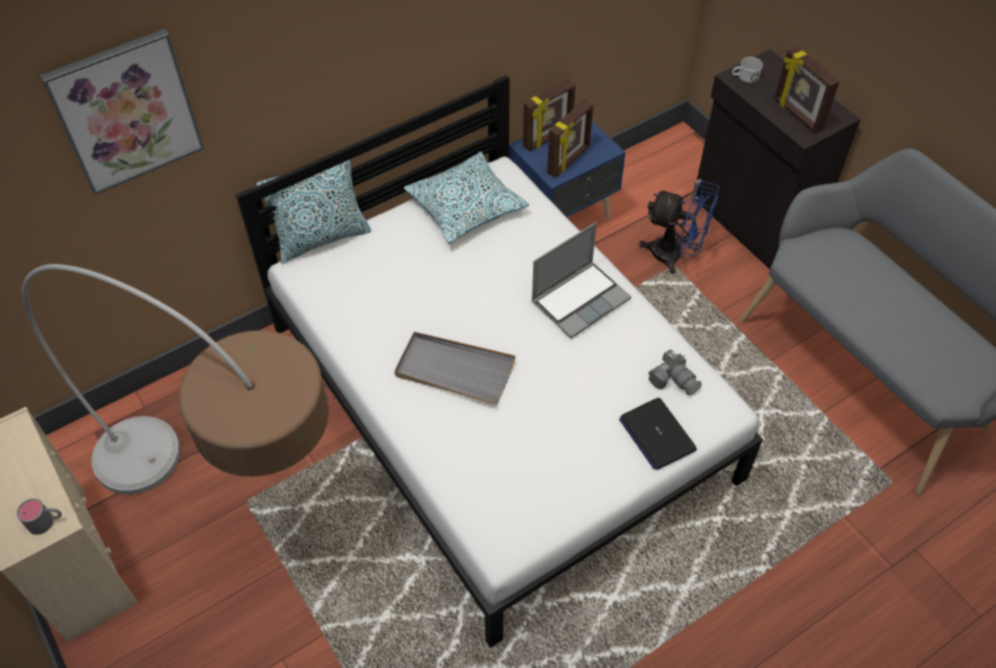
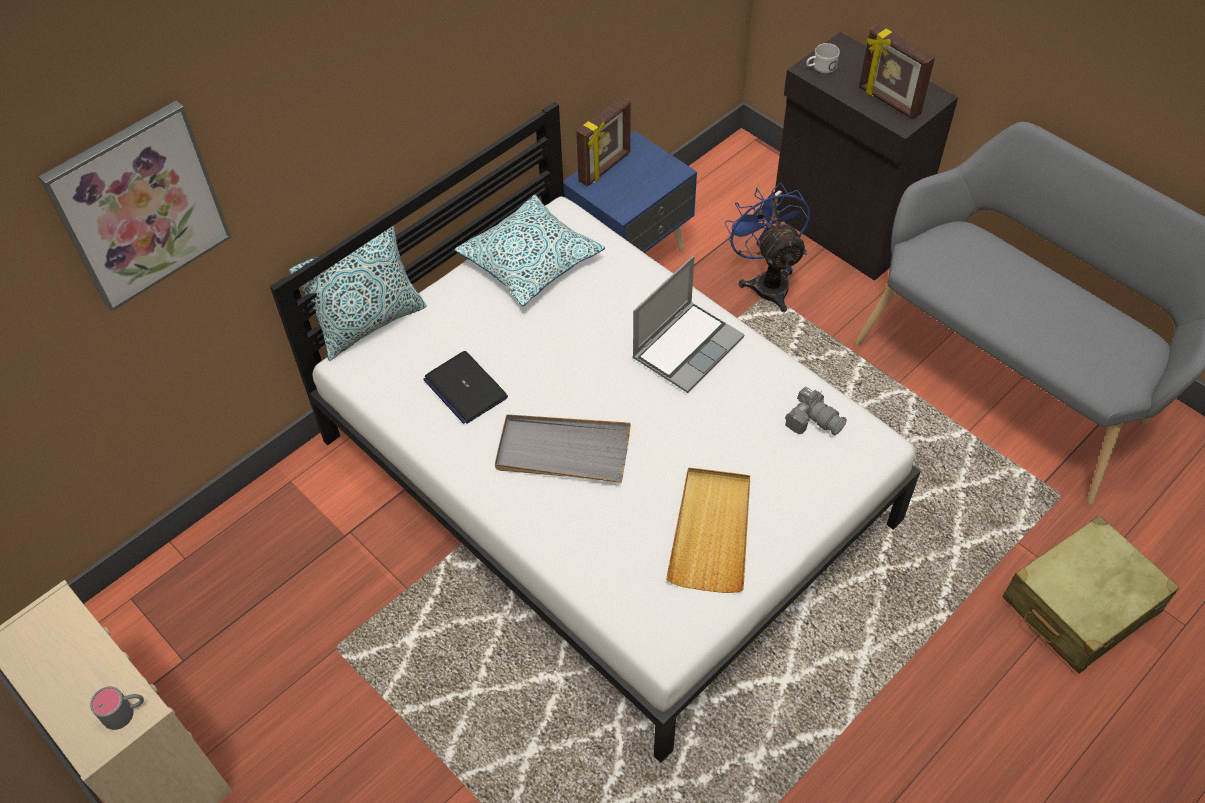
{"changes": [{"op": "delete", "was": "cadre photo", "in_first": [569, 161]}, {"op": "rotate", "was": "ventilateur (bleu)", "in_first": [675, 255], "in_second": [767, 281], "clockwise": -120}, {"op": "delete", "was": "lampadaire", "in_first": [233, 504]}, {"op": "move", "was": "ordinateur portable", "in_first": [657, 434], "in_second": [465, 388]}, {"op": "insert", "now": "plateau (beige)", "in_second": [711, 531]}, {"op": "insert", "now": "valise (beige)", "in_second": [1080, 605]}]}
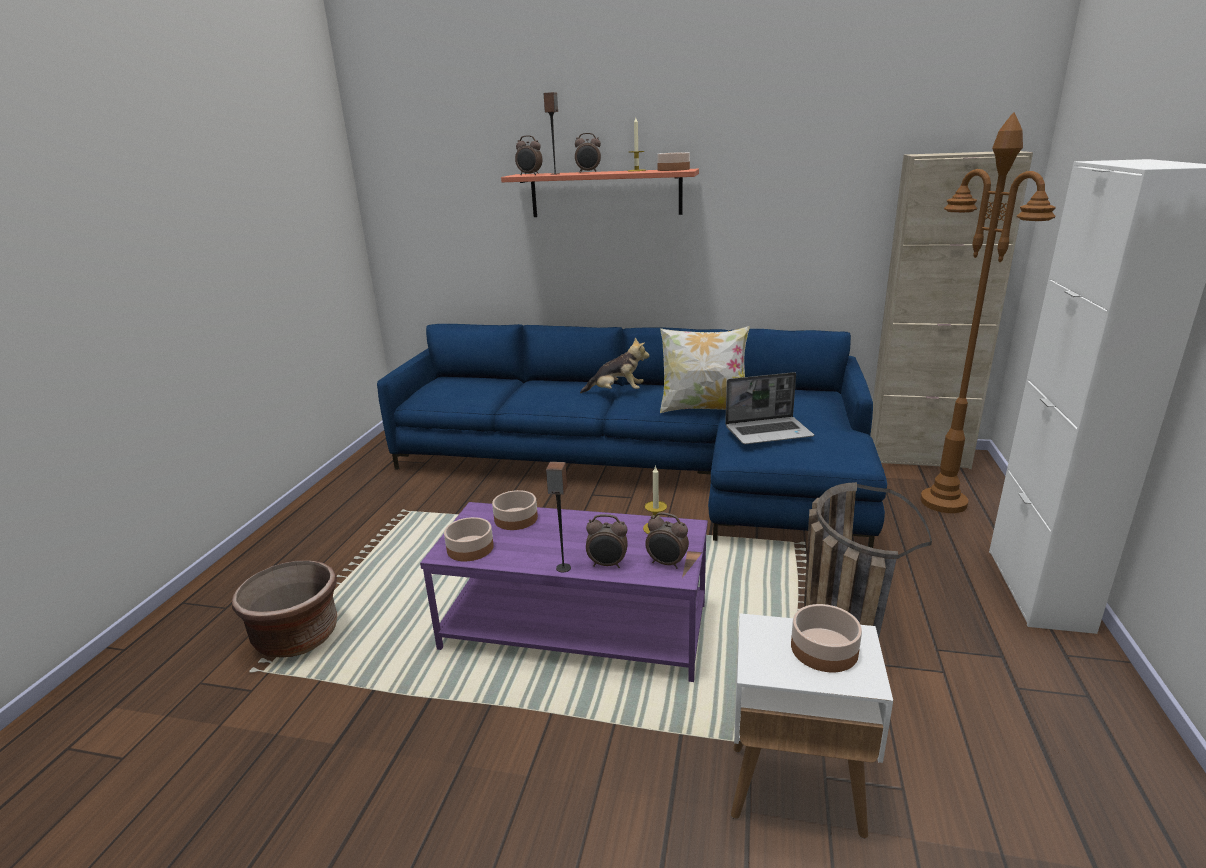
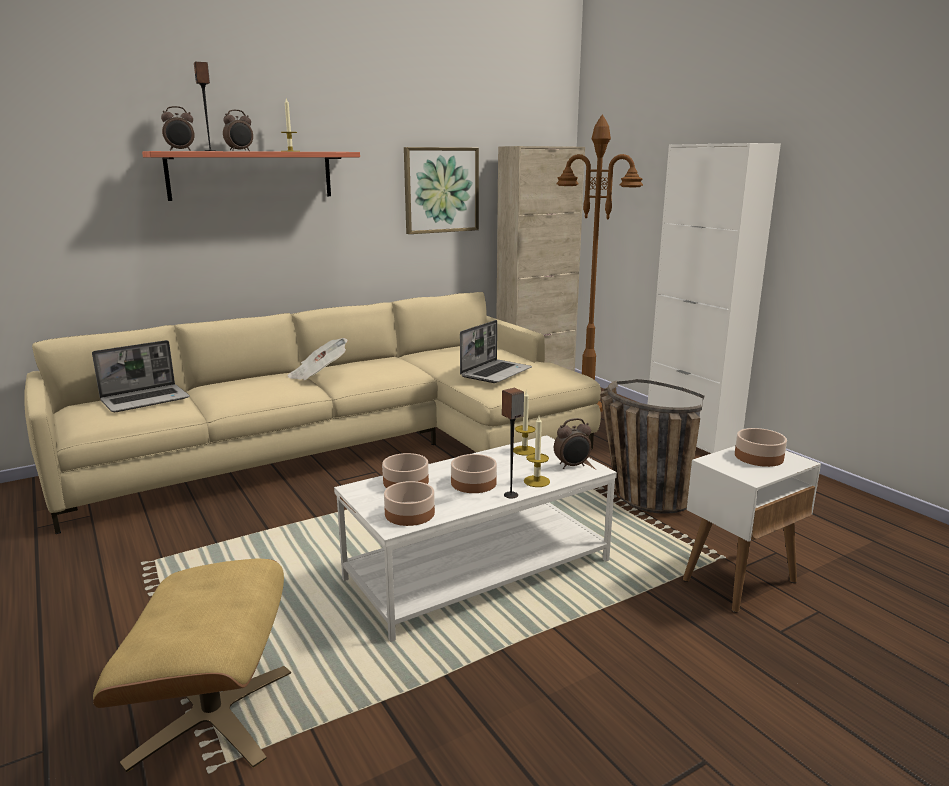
{"changes": [{"op": "move", "was": "bol", "in_first": [674, 169], "in_second": [474, 483]}, {"op": "recolor", "was": "canapé (bleu)", "now": "canapé (beige)", "in_first": [643, 467], "in_second": [350, 448]}, {"op": "delete", "was": "coussin", "in_first": [703, 408]}, {"op": "replace", "was": "peluche", "now": "journal", "in_first": [617, 392], "in_second": [318, 375]}, {"op": "recolor", "was": "table basse (violet)", "now": "table basse (blanc)", "in_first": [576, 626], "in_second": [479, 569]}, {"op": "replace", "was": "réveil", "now": "bougie", "in_first": [607, 565], "in_second": [536, 481]}, {"op": "replace", "was": "cache-pot (marron)", "now": "pouf (beige)", "in_first": [297, 637], "in_second": [213, 715]}, {"op": "insert", "now": "tableau", "in_second": [441, 190]}, {"op": "insert", "now": "ordinateur portable", "in_second": [146, 400]}]}
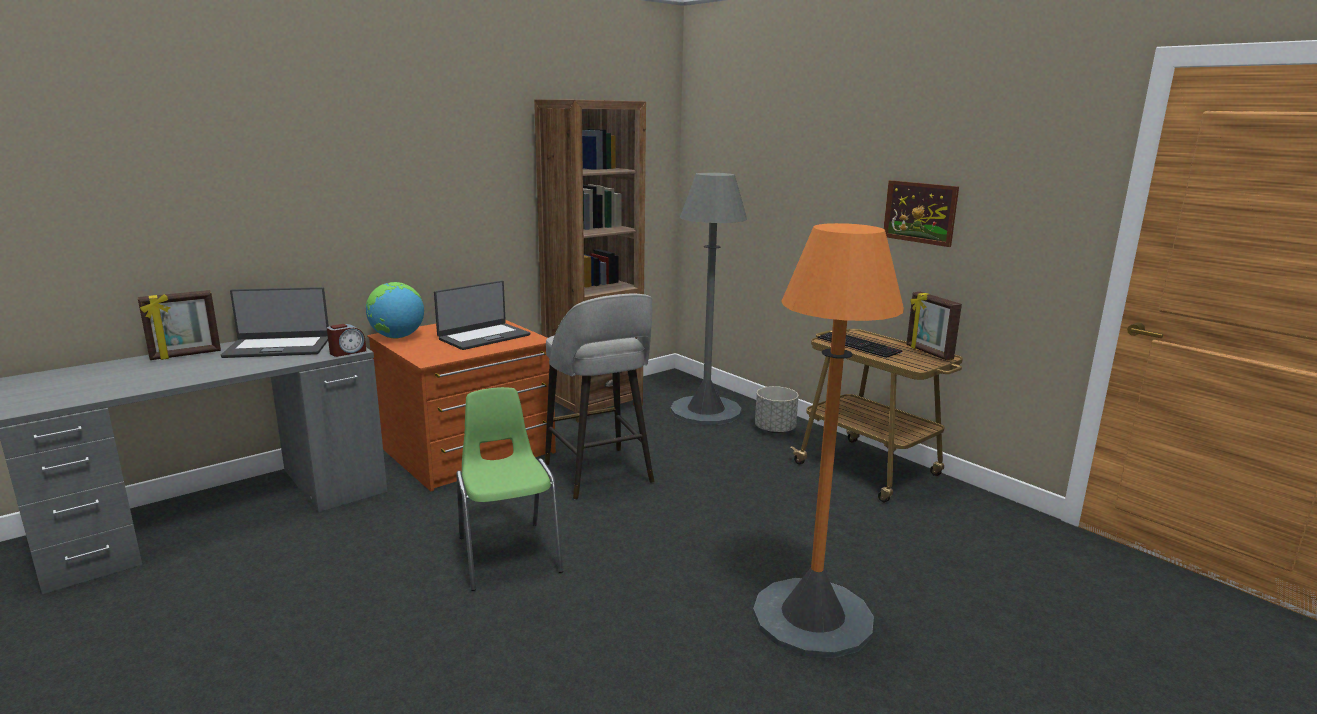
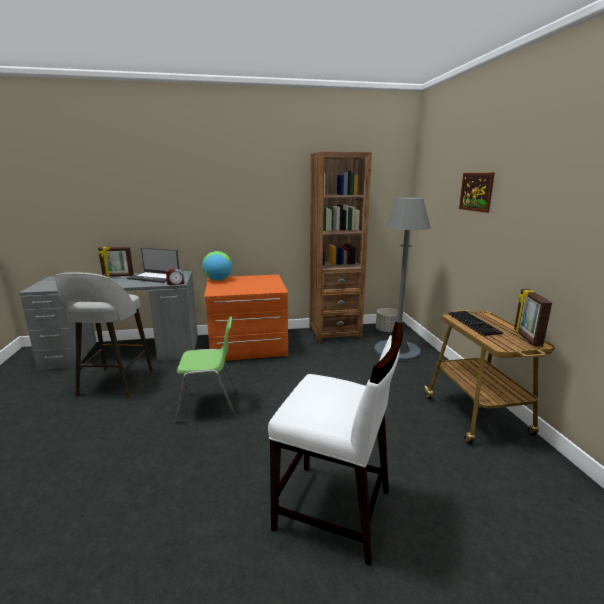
{"changes": [{"op": "move", "was": "tableau", "in_first": [920, 212], "in_second": [476, 192]}, {"op": "replace", "was": "lampadaire (orange)", "now": "chaise (blanc)", "in_first": [813, 617], "in_second": [334, 510]}, {"op": "delete", "was": "ordinateur portable", "in_first": [483, 337]}, {"op": "move", "was": "tabouret (gris)", "in_first": [599, 474], "in_second": [114, 384]}, {"op": "move", "was": "cache-pot (gris)", "in_first": [774, 429], "in_second": [386, 331]}, {"op": "rotate", "was": "chaise (vert)", "in_first": [508, 554], "in_second": [209, 406], "clockwise": 75}]}
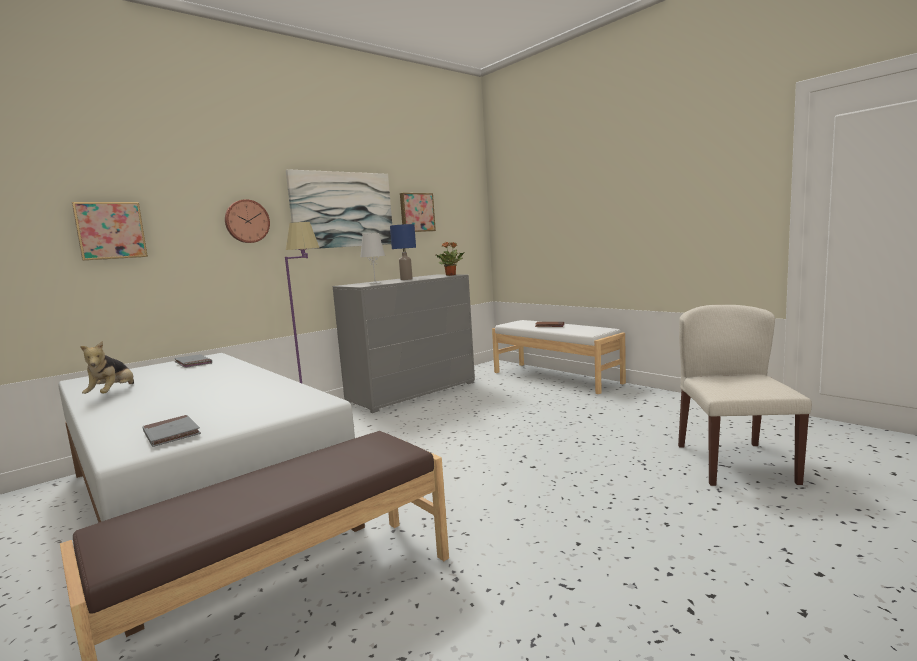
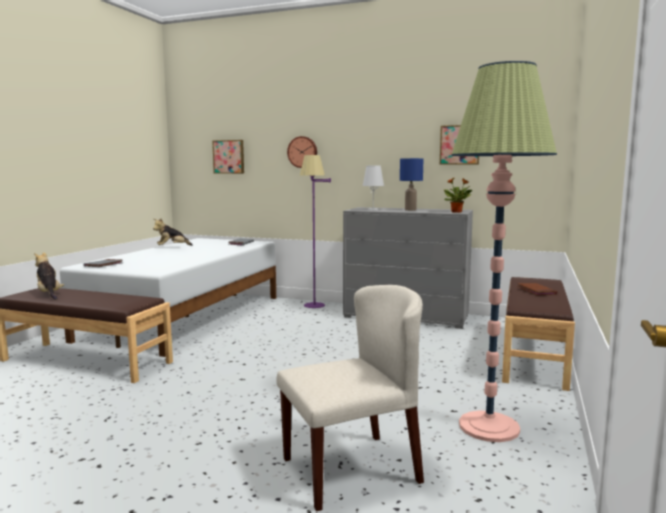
{"changes": [{"op": "delete", "was": "tableau", "in_first": [342, 210]}, {"op": "recolor", "was": "banc (blanc)", "now": "banc (marron)", "in_first": [556, 377], "in_second": [534, 355]}, {"op": "insert", "now": "lampadaire", "in_second": [489, 427]}, {"op": "insert", "now": "peluche", "in_second": [49, 294]}]}
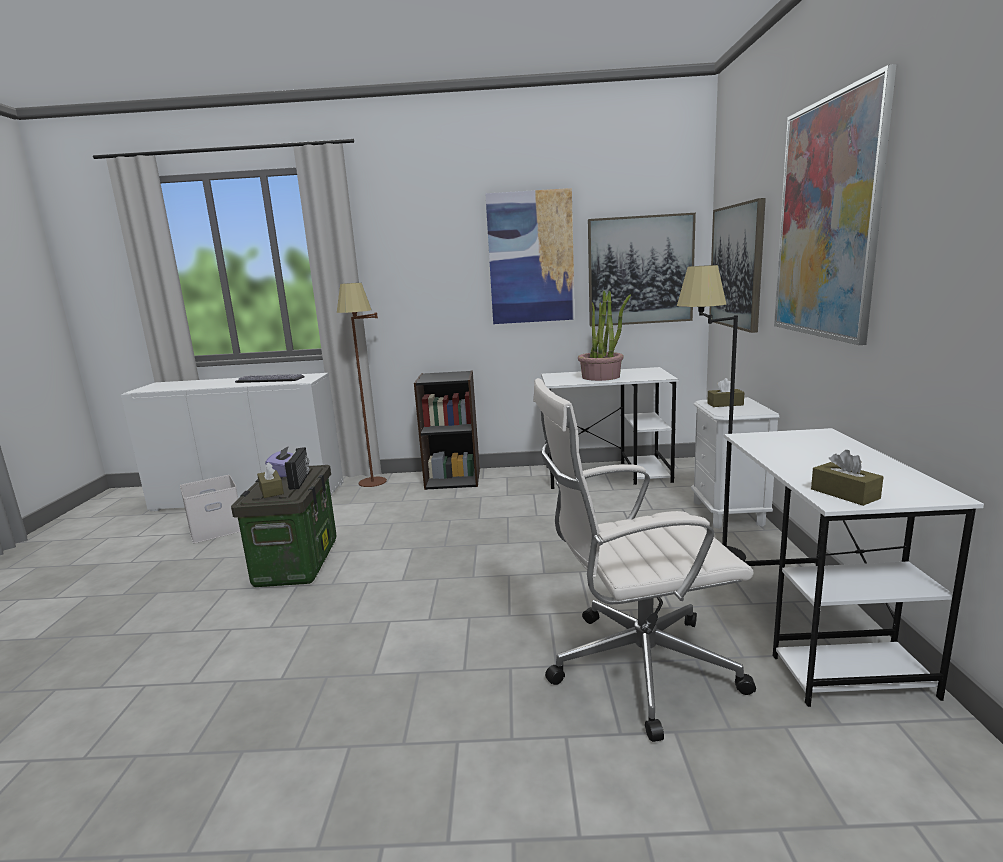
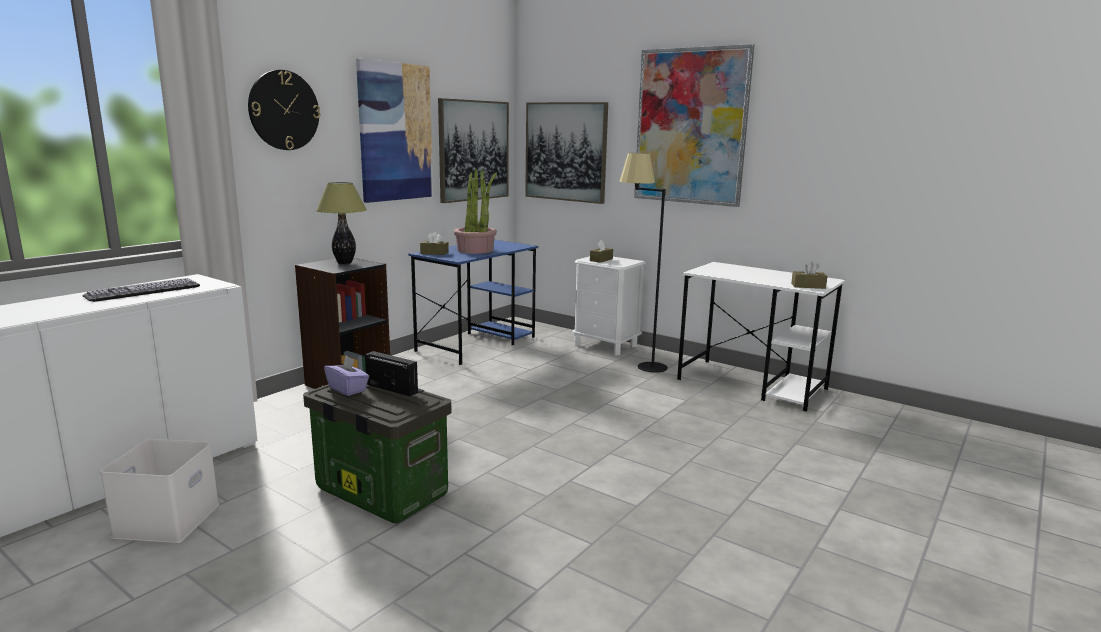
{"changes": [{"op": "delete", "was": "lampadaire (marron)", "in_first": [375, 485]}, {"op": "recolor", "was": "bureau (blanc)", "now": "bureau (bleu)", "in_first": [608, 474], "in_second": [477, 343]}, {"op": "delete", "was": "chaise de bureau (blanc)", "in_first": [637, 667]}, {"op": "move", "was": "boîte à mouchoirs (marron)", "in_first": [271, 490], "in_second": [434, 253]}, {"op": "insert", "now": "horloge murale", "in_second": [284, 110]}, {"op": "insert", "now": "lampe de table", "in_second": [345, 263]}]}
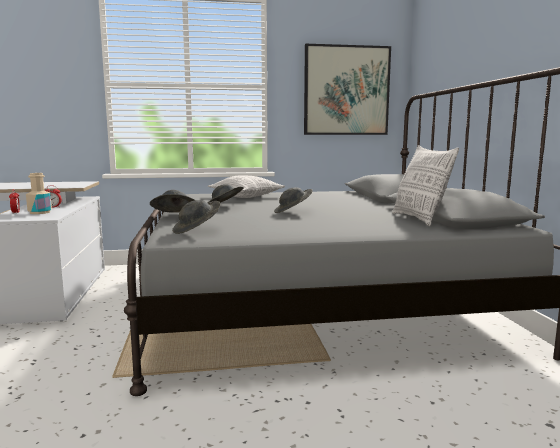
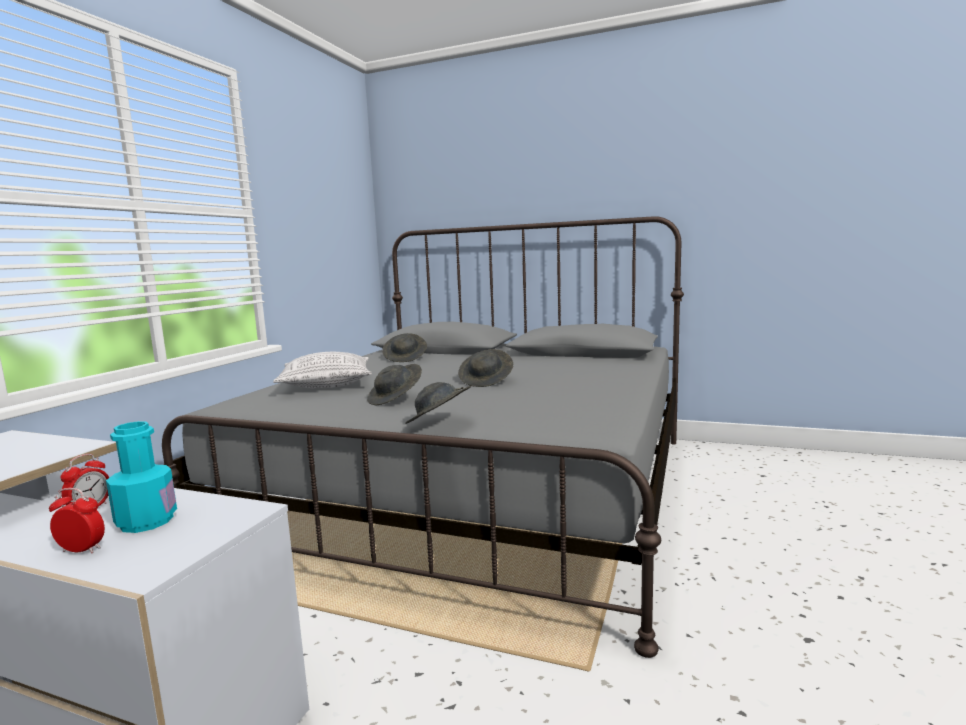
{"changes": [{"op": "delete", "was": "tableau", "in_first": [346, 91]}, {"op": "delete", "was": "coussin", "in_first": [419, 219]}, {"op": "recolor", "was": "bouteille (beige)", "now": "bouteille (turquoise)", "in_first": [40, 212], "in_second": [146, 521]}, {"op": "move", "was": "chapeau (gris)", "in_first": [197, 230], "in_second": [405, 358]}]}
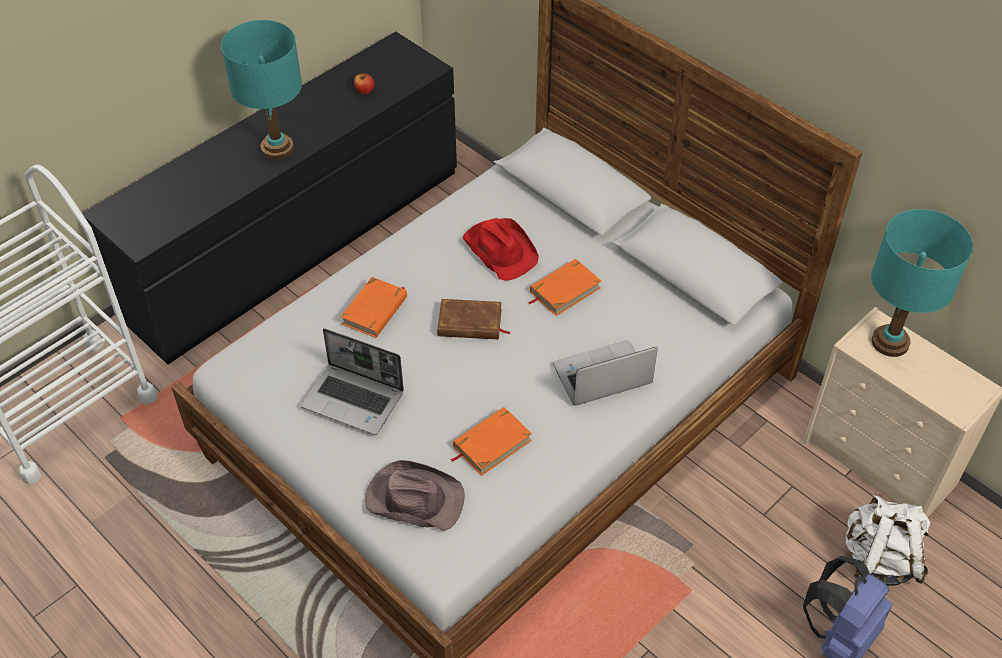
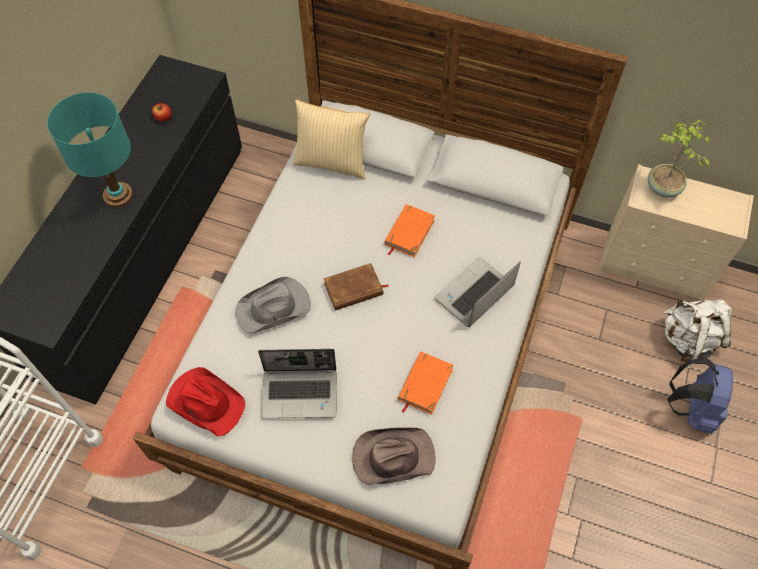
{"changes": [{"op": "replace", "was": "lampe de table (turquoise)", "now": "plante en pot", "in_first": [890, 342], "in_second": [662, 188]}, {"op": "move", "was": "chapeau (rouge)", "in_first": [500, 249], "in_second": [206, 402]}, {"op": "replace", "was": "livre (orange)", "now": "chapeau (gris)", "in_first": [375, 310], "in_second": [274, 308]}, {"op": "insert", "now": "coussin", "in_second": [332, 162]}]}
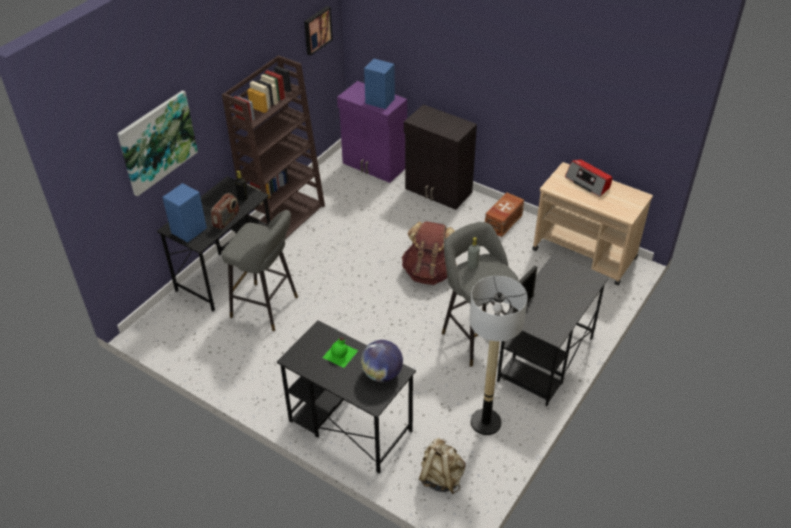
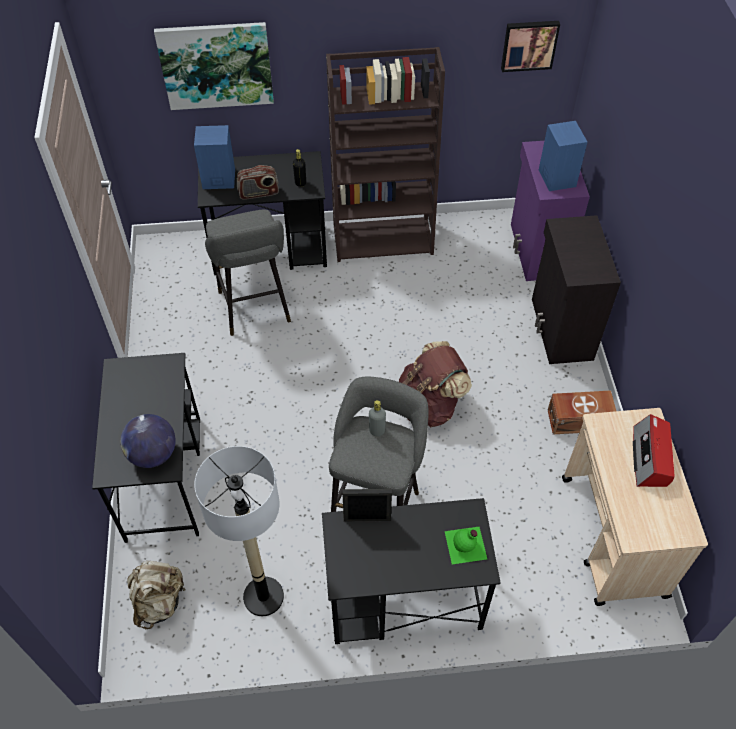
{"changes": [{"op": "move", "was": "bouteille (vert)", "in_first": [341, 354], "in_second": [466, 545]}]}
